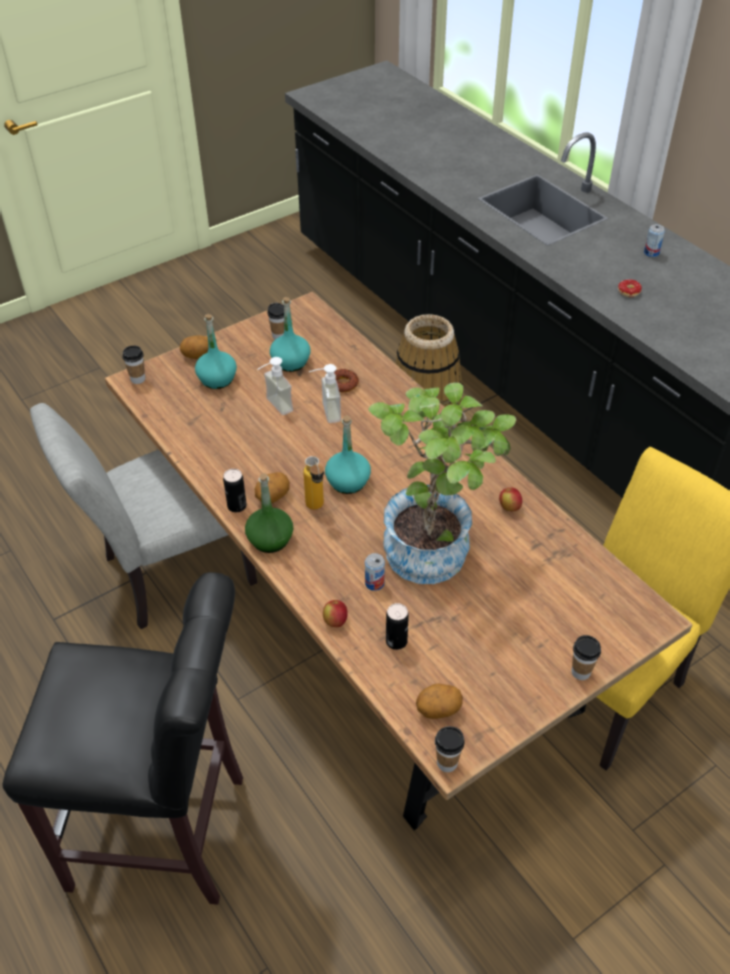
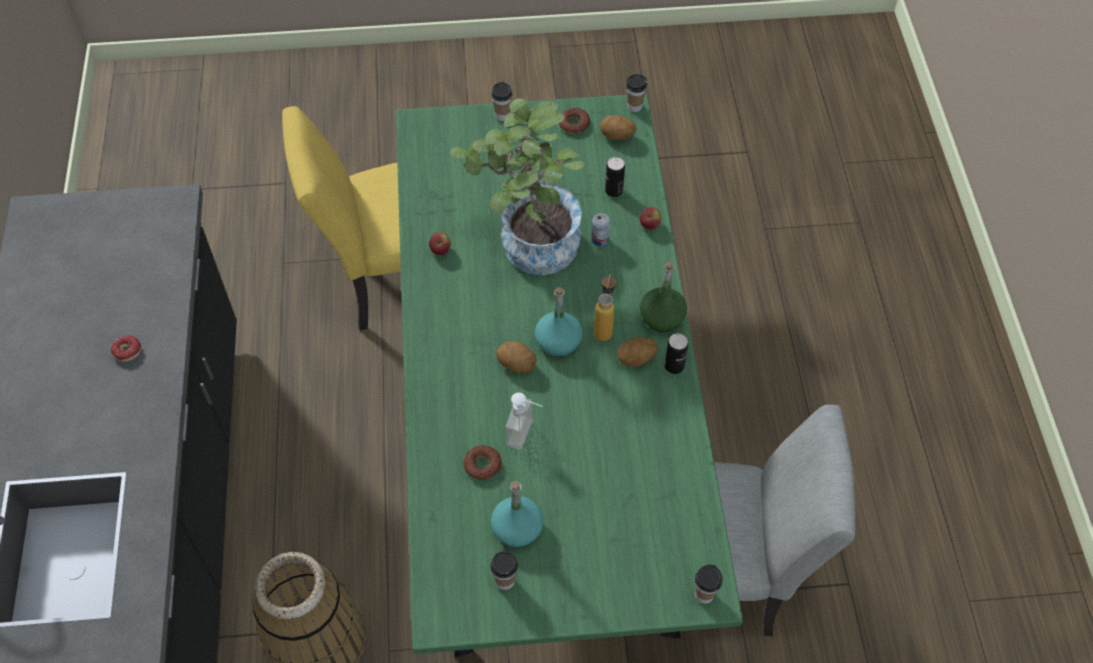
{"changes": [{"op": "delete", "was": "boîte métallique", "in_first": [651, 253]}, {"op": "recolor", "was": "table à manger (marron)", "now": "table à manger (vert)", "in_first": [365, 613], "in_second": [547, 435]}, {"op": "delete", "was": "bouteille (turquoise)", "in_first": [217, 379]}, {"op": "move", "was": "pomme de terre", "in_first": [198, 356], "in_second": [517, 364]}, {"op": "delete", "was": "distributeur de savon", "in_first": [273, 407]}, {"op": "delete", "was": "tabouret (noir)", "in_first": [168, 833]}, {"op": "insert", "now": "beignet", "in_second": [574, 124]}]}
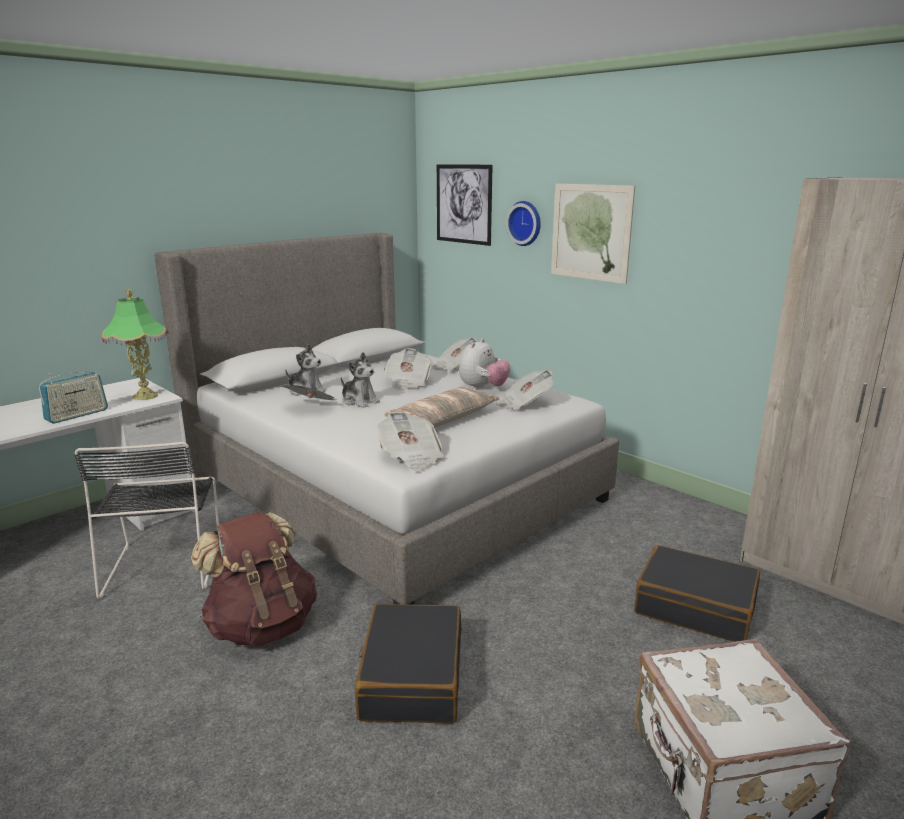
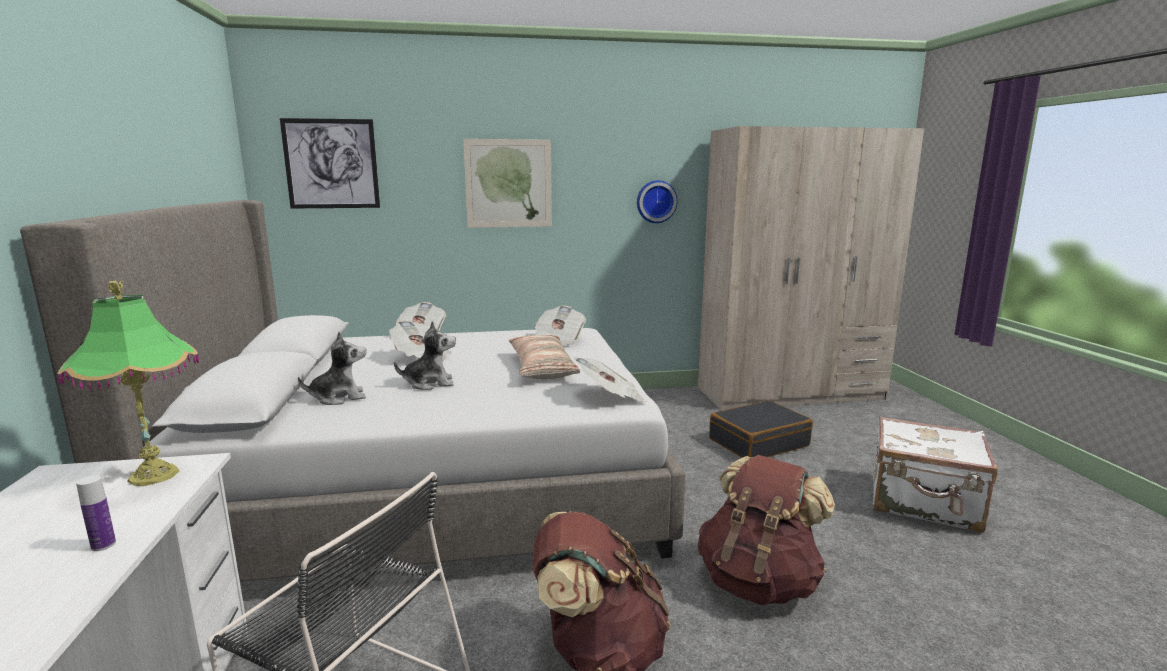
{"changes": [{"op": "move", "was": "horloge murale", "in_first": [525, 223], "in_second": [656, 201]}, {"op": "delete", "was": "peluche", "in_first": [483, 388]}, {"op": "replace", "was": "radio", "now": "bouteille", "in_first": [77, 415], "in_second": [103, 545]}, {"op": "delete", "was": "journal", "in_first": [313, 407]}, {"op": "replace", "was": "valise (noir)", "now": "sac à dos (marron)", "in_first": [411, 677], "in_second": [758, 582]}]}
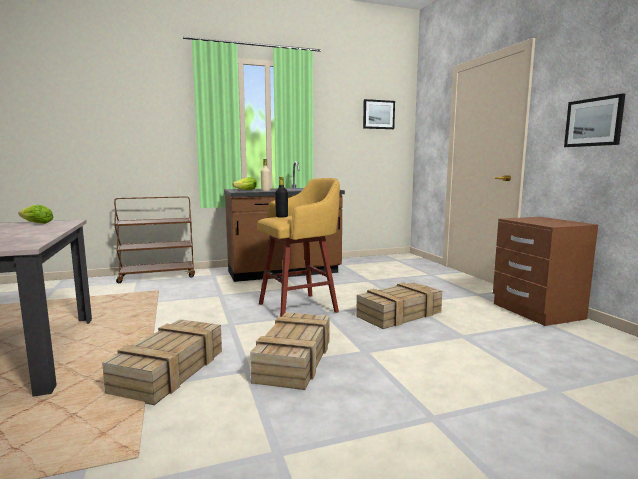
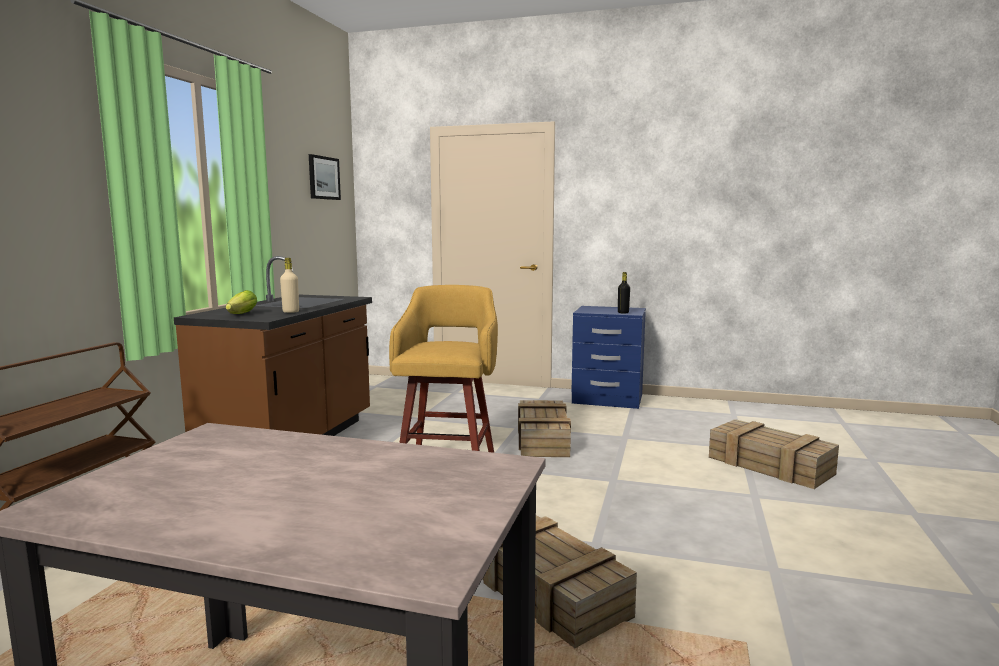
{"changes": [{"op": "delete", "was": "tableau", "in_first": [593, 122]}, {"op": "move", "was": "bouteille (noir)", "in_first": [281, 217], "in_second": [623, 312]}, {"op": "delete", "was": "laitue", "in_first": [35, 223]}, {"op": "recolor", "was": "table de chevet (marron)", "now": "table de chevet (bleu)", "in_first": [536, 311], "in_second": [607, 399]}, {"op": "move", "was": "caisse", "in_first": [294, 361], "in_second": [772, 466]}]}
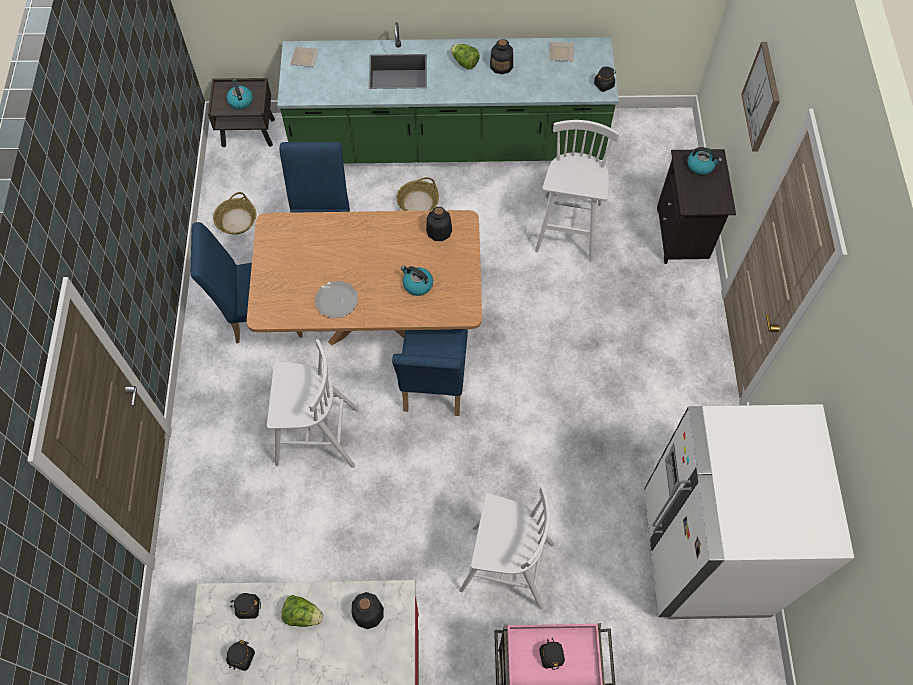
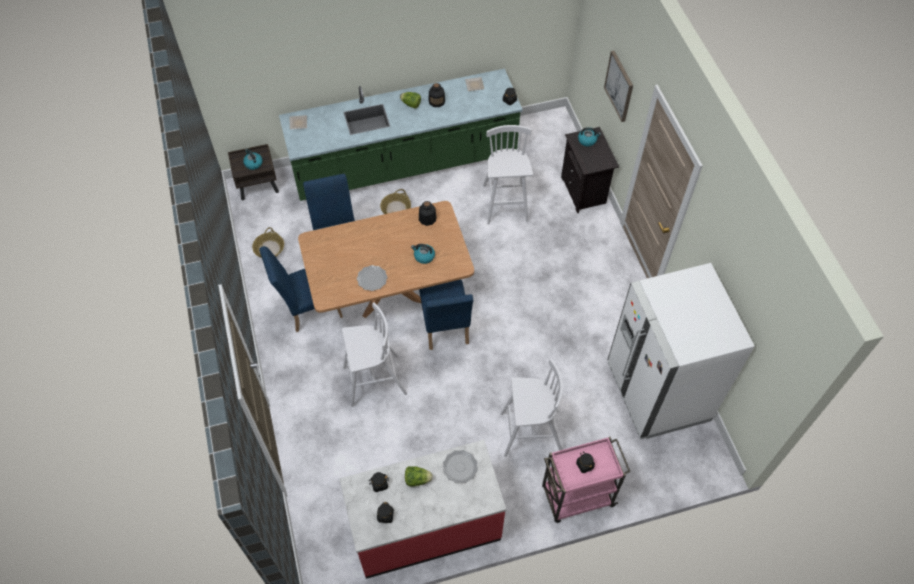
{"changes": [{"op": "replace", "was": "bouteille", "now": "assiette", "in_first": [368, 613], "in_second": [460, 467]}]}
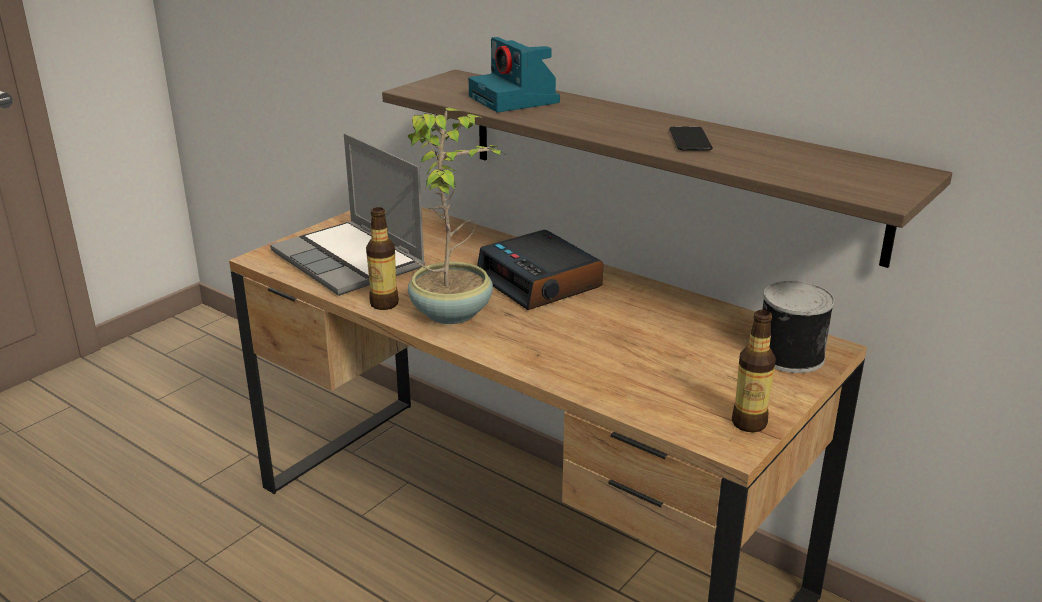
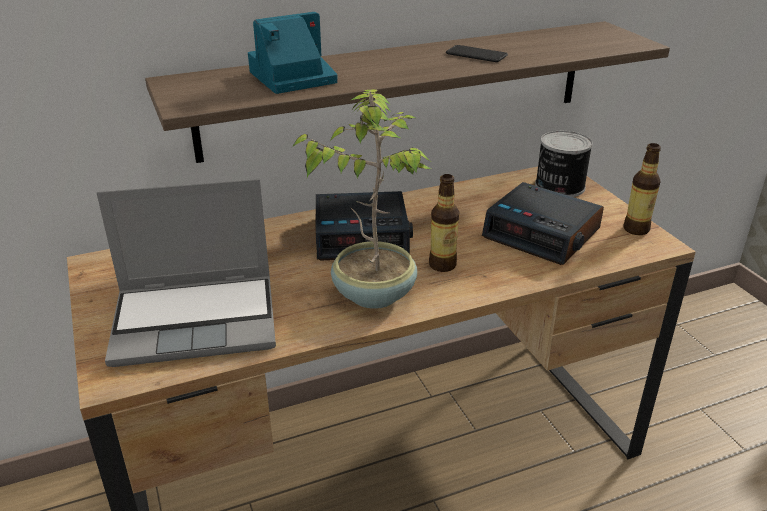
{"changes": [{"op": "rotate", "was": "appareil photo", "in_first": [515, 100], "in_second": [291, 78], "clockwise": 150}, {"op": "move", "was": "bouteille", "in_first": [384, 304], "in_second": [442, 265]}, {"op": "insert", "now": "réveil", "in_second": [543, 233]}]}
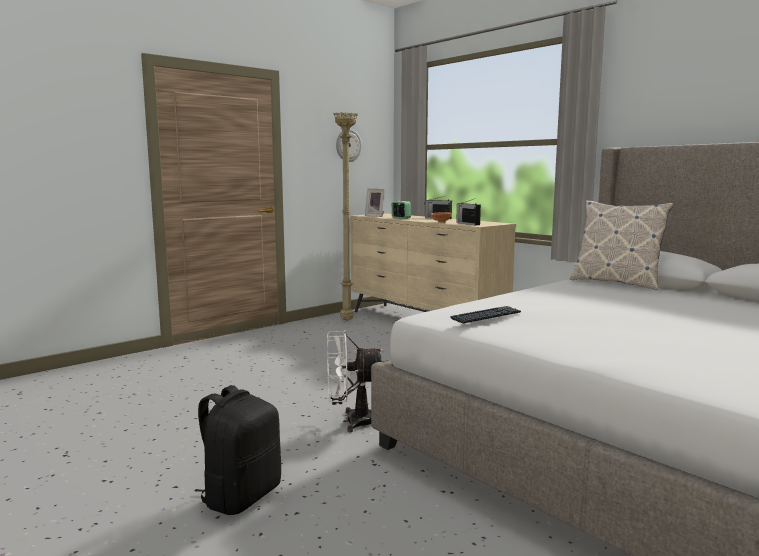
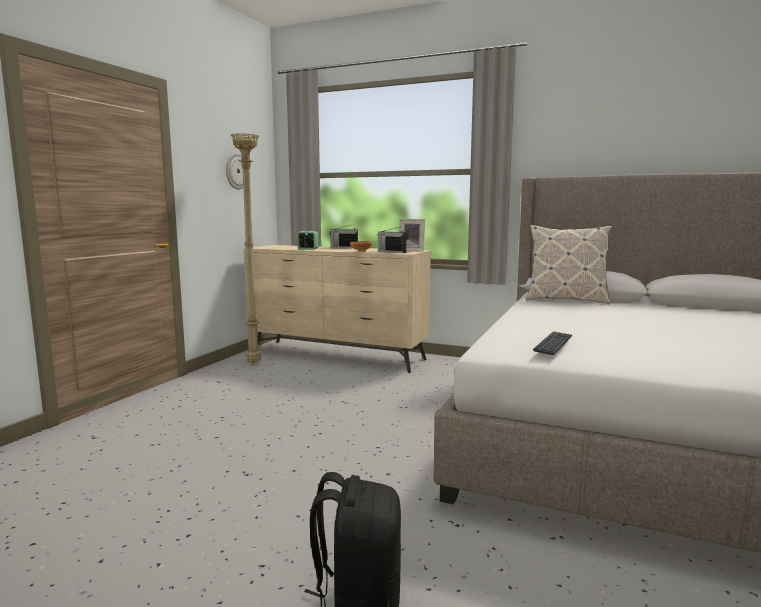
{"changes": [{"op": "move", "was": "cadre photo", "in_first": [376, 216], "in_second": [412, 250]}, {"op": "delete", "was": "ventilateur (blanc)", "in_first": [352, 421]}]}
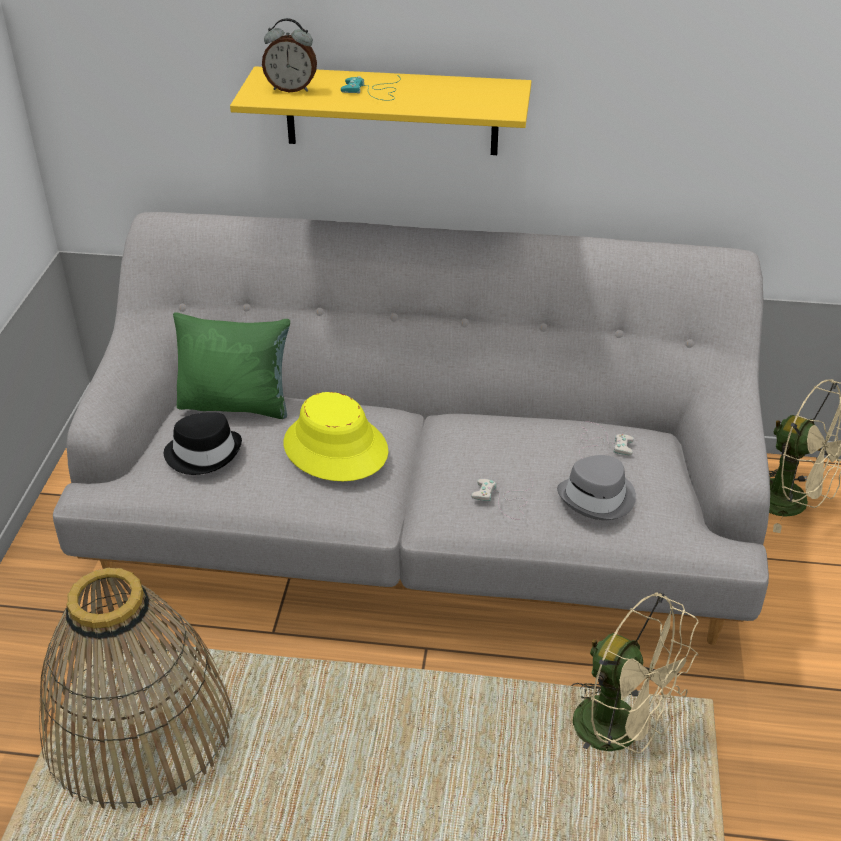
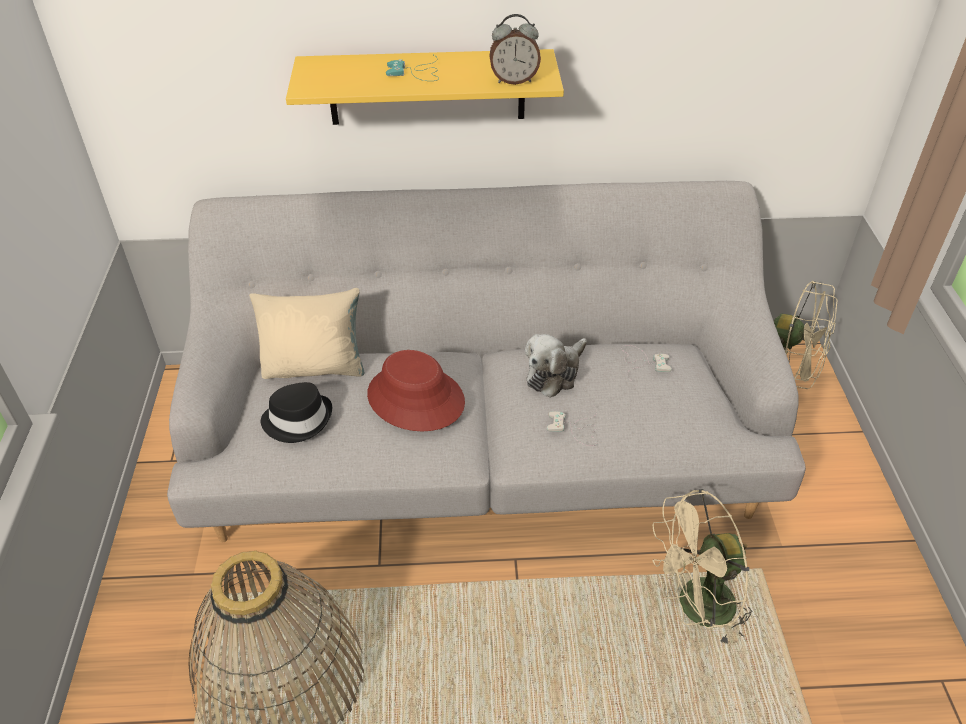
{"changes": [{"op": "move", "was": "réveil", "in_first": [291, 89], "in_second": [514, 80]}, {"op": "recolor", "was": "coussin (vert)", "now": "coussin (beige)", "in_first": [236, 404], "in_second": [315, 367]}, {"op": "recolor", "was": "chapeau (jaune)", "now": "chapeau (rouge)", "in_first": [335, 448], "in_second": [415, 399]}, {"op": "delete", "was": "chapeau (gris)", "in_first": [598, 498]}, {"op": "rotate", "was": "ventilateur (beige)", "in_first": [621, 731], "in_second": [695, 609], "clockwise": 135}, {"op": "insert", "now": "peluche", "in_second": [554, 373]}]}
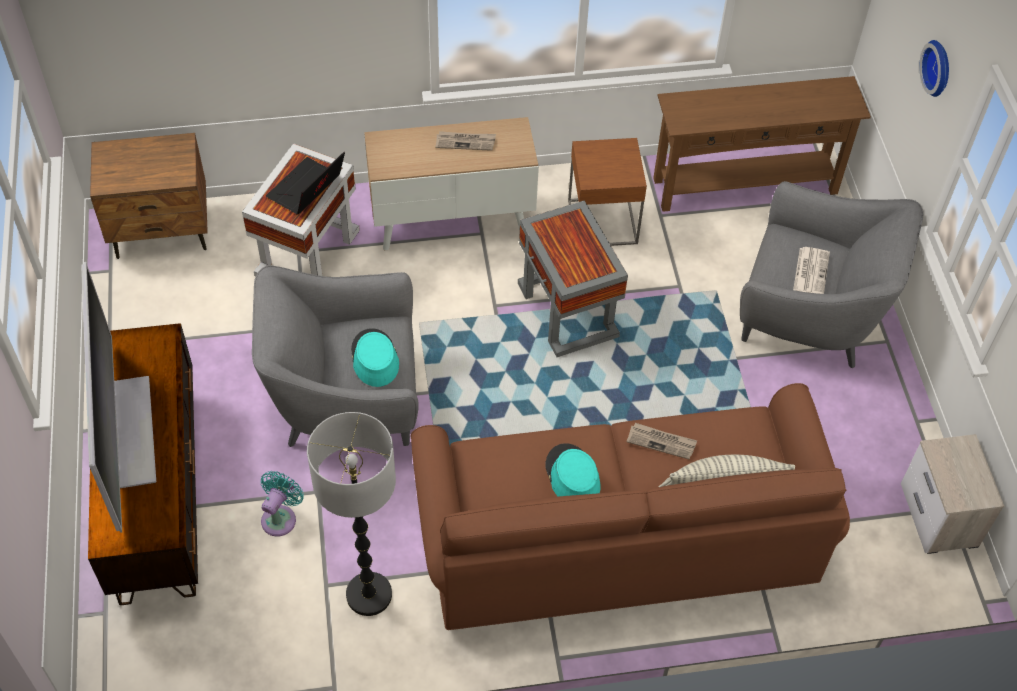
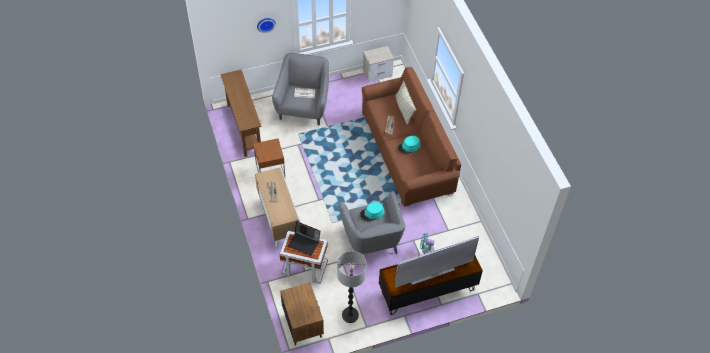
{"changes": [{"op": "delete", "was": "table d'appoint (gris)", "in_first": [568, 311]}, {"op": "move", "was": "lampadaire", "in_first": [369, 594], "in_second": [350, 315]}]}
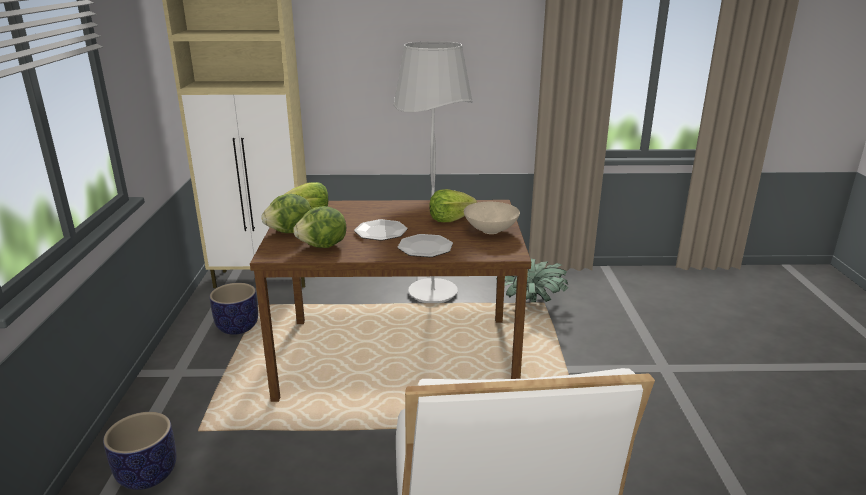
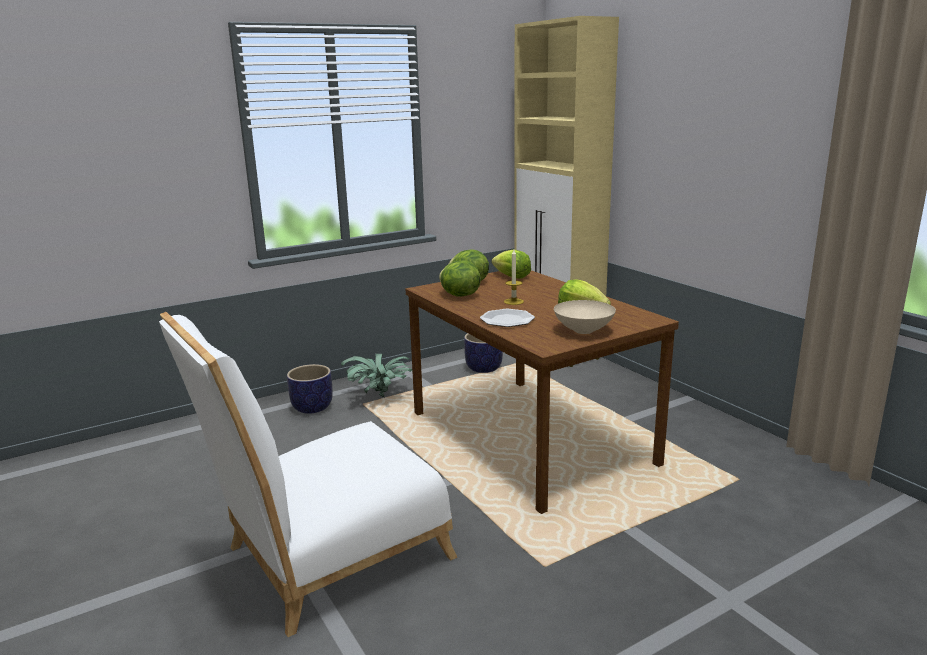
{"changes": [{"op": "delete", "was": "lampadaire (blanc)", "in_first": [432, 293]}, {"op": "replace", "was": "assiette", "now": "bougie", "in_first": [381, 231], "in_second": [513, 301]}, {"op": "move", "was": "plante en pot", "in_first": [530, 303], "in_second": [380, 396]}]}
